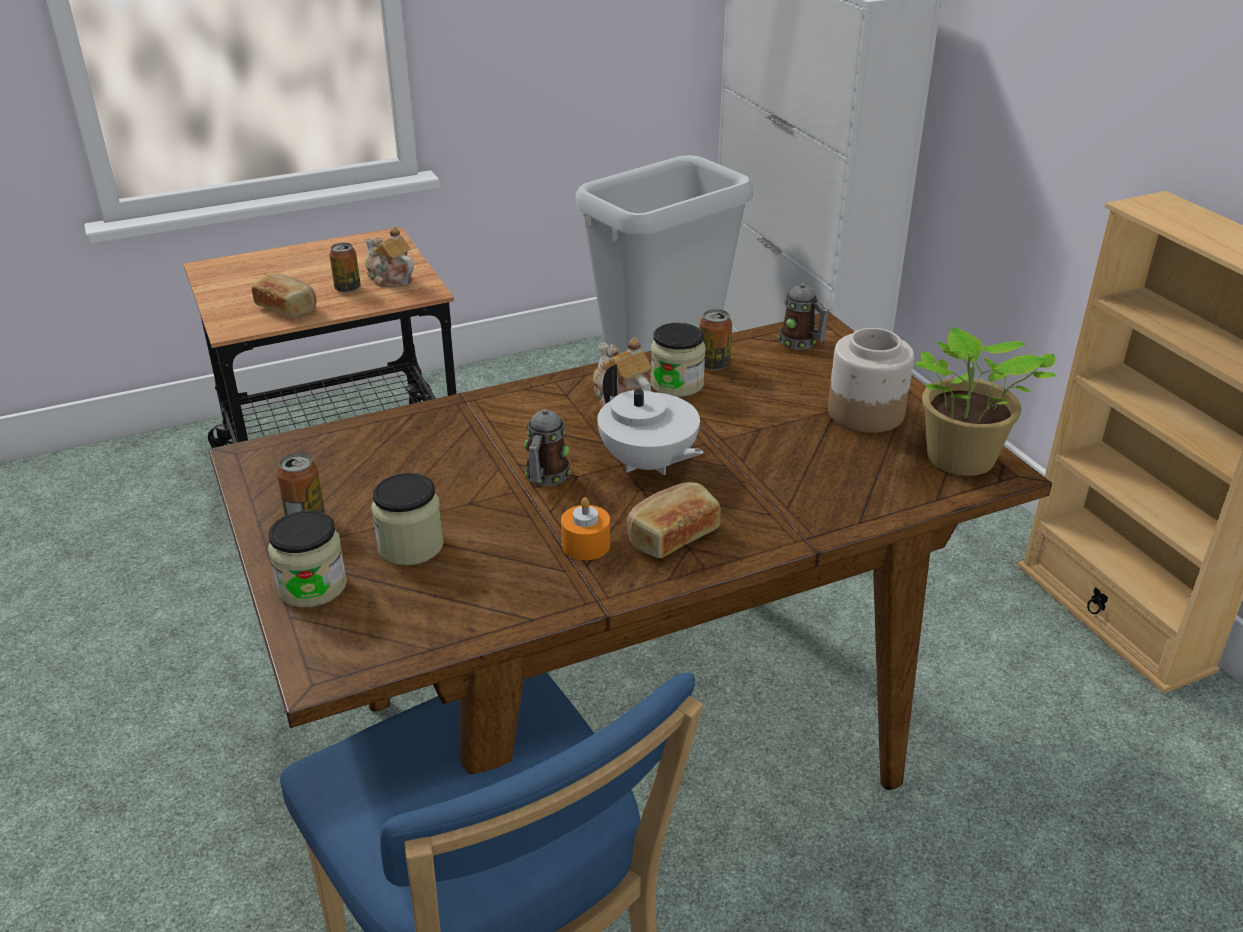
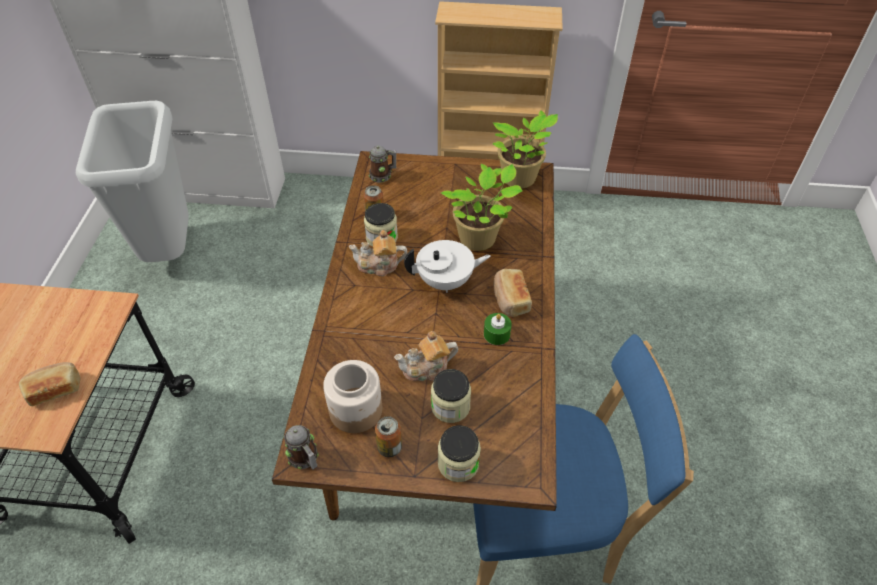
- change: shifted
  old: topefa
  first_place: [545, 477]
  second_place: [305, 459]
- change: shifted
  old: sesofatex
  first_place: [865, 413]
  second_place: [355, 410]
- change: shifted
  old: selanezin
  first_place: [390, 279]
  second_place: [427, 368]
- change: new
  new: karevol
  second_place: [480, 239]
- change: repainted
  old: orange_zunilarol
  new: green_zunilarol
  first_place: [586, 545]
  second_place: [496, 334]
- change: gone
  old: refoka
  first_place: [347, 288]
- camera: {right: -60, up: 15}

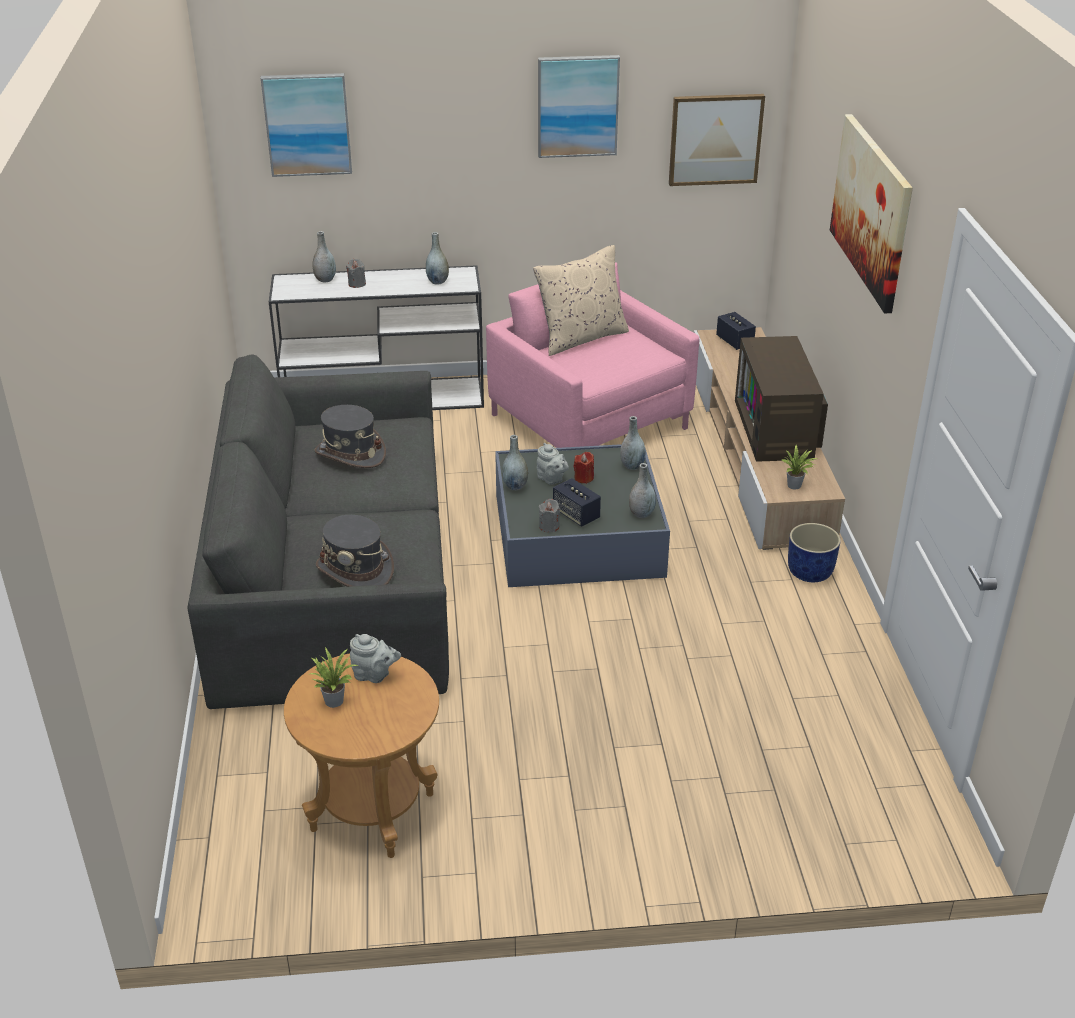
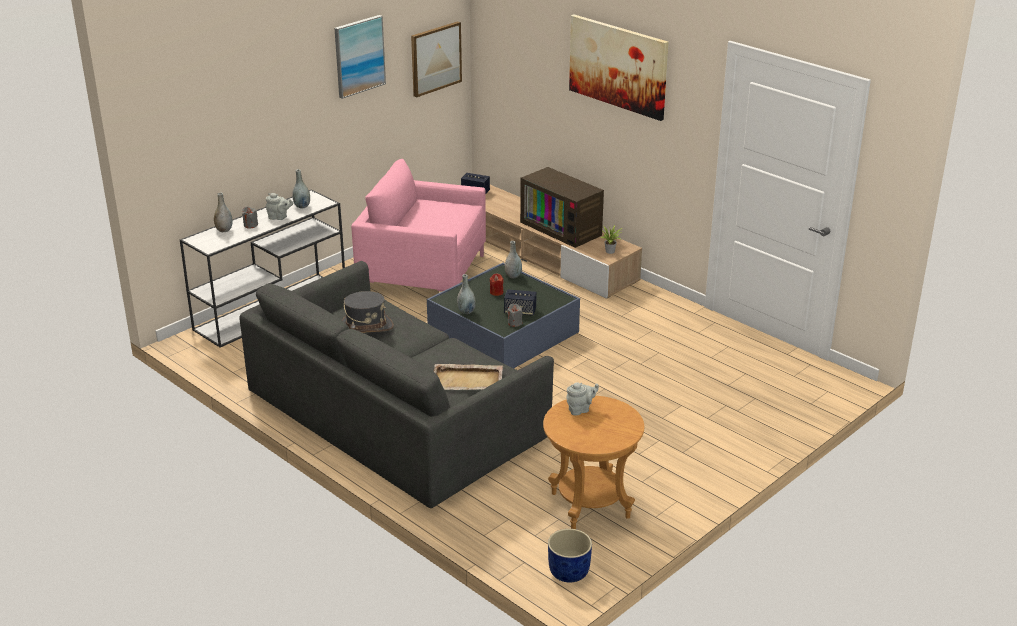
- change: shifted
  old: grey_selanezin
  first_place: [551, 479]
  second_place: [279, 217]
- change: swapped
  old: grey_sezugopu
  new: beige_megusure
  first_place: [355, 570]
  second_place: [468, 380]
- change: shifted
  old: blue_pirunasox
  first_place: [809, 571]
  second_place: [568, 572]
- change: gone
  old: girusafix
  first_place: [307, 124]
- change: gone
  old: karevol
  first_place: [334, 699]
- change: gone
  old: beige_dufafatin
  first_place: [581, 338]
- change: gone
  old: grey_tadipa
  first_place: [641, 514]
- camera: {right: -40, up: -5}

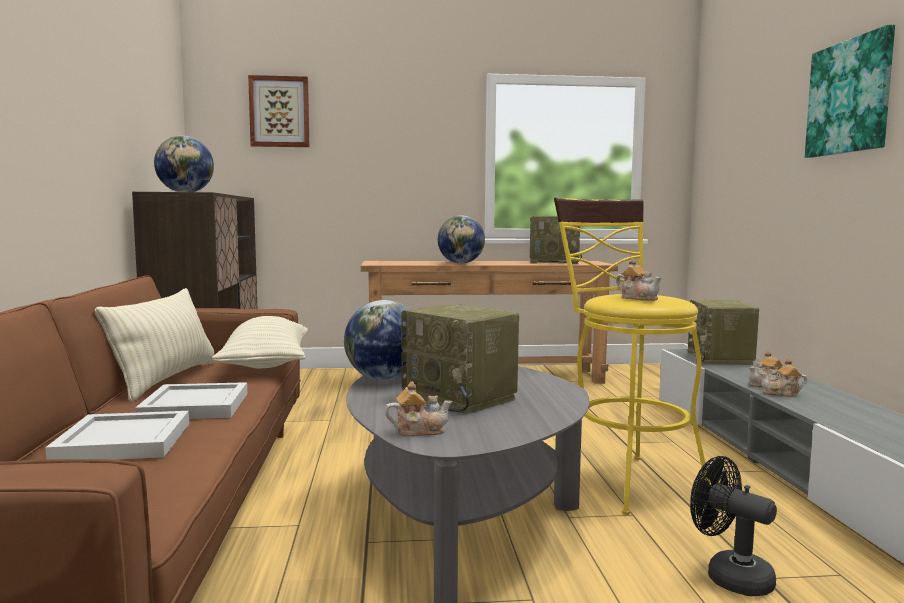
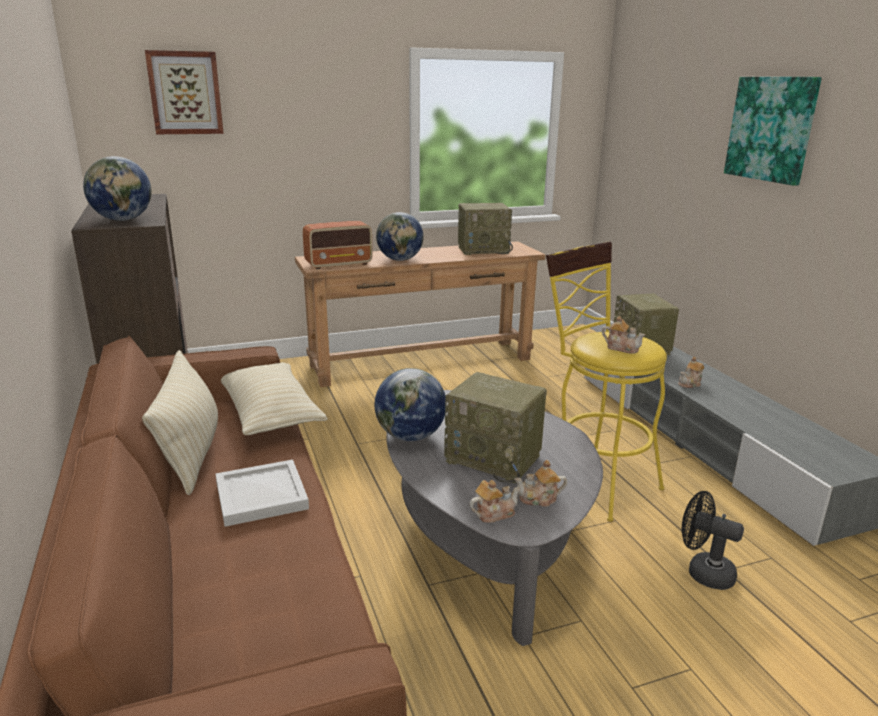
- change: new
  new: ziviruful
  second_place: [339, 264]
- change: shifted
  old: selanezin
  first_place: [782, 394]
  second_place: [539, 499]
- change: gone
  old: white_megusure
  first_place: [121, 442]
- camera: {right: -15, up: 15}

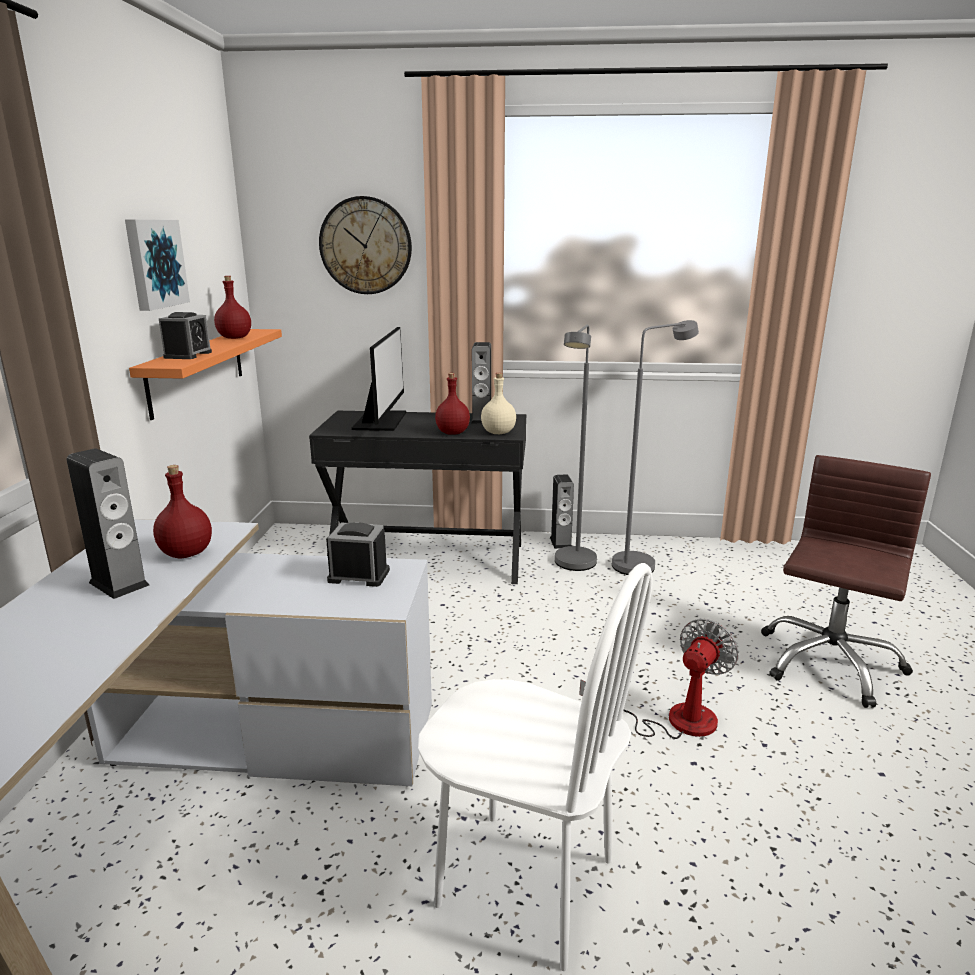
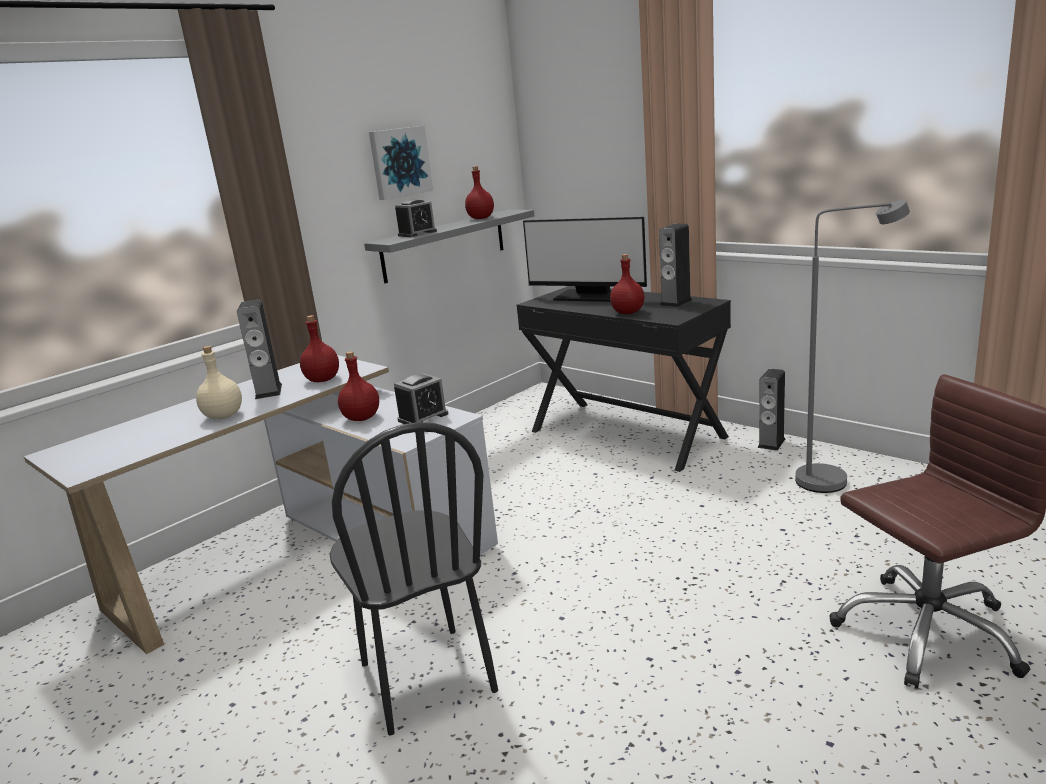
- change: shifted
  old: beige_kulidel
  first_place: [499, 432]
  second_place: [224, 416]
- change: repainted
  old: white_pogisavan
  new: black_pogisavan
  first_place: [525, 883]
  second_place: [426, 678]
- change: new
  new: red_kulidel
  second_place: [361, 418]
- change: repainted
  old: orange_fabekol
  new: grey_fabekol
  first_place: [197, 370]
  second_place: [444, 245]
- change: rotated
  old: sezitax
  first_place: [359, 575]
  second_place: [423, 417]
  degrees: 90
- change: rotated
  old: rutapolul
  first_place: [381, 420]
  second_place: [590, 296]
  degrees: 75
- change: gone
  old: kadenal
  first_place: [365, 246]
- change: gone
  old: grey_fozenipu
  first_place: [573, 566]
- change: gone
  old: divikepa
  first_place: [673, 720]
- camera: {right: 40, up: 0}

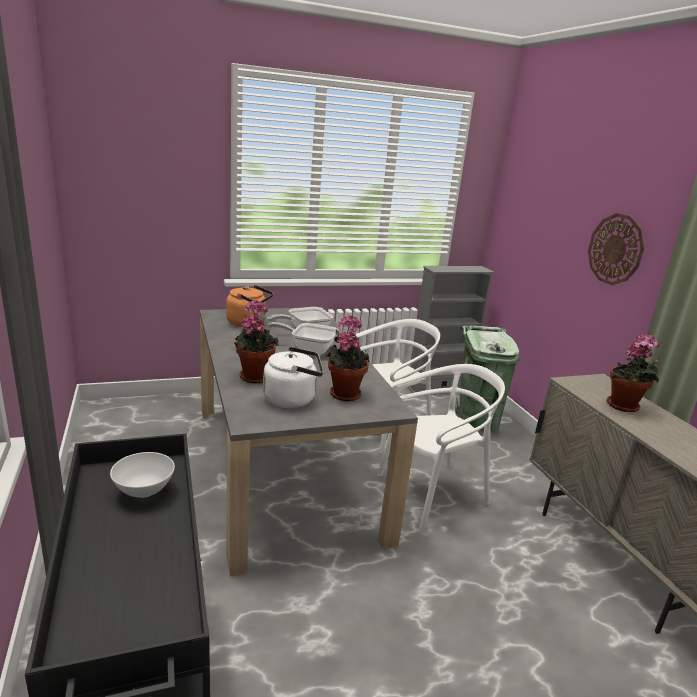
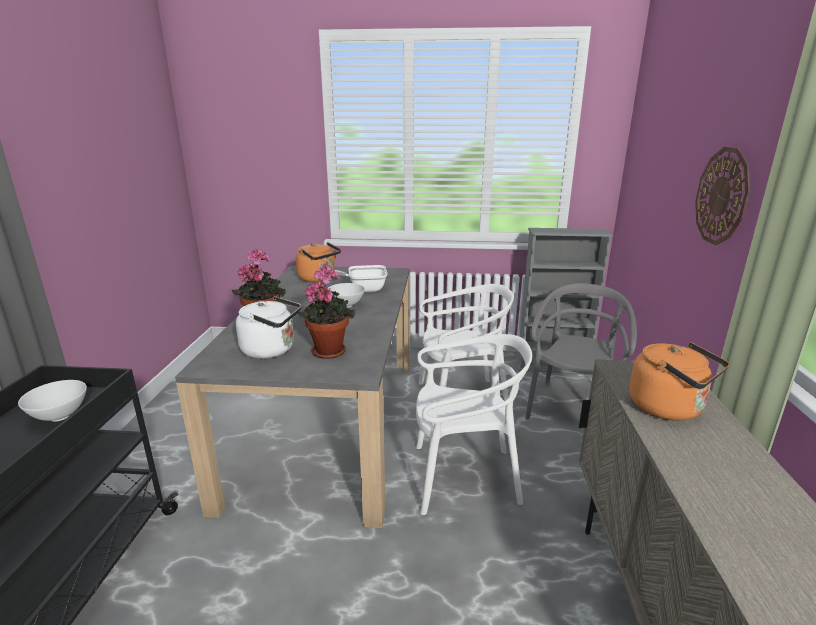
- change: swapped
  old: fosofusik
  new: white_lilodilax
  first_place: [309, 349]
  second_place: [346, 305]
- change: swapped
  old: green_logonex
  new: grey_pogisavan
  first_place: [475, 422]
  second_place: [572, 408]
- change: swapped
  old: karevol
  new: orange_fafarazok
  first_place: [624, 407]
  second_place: [669, 408]
- camera: {right: 25, up: 0}

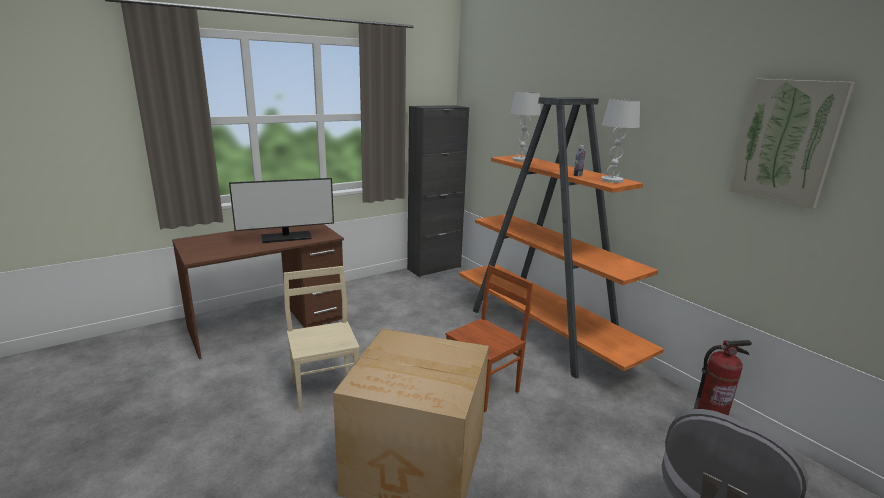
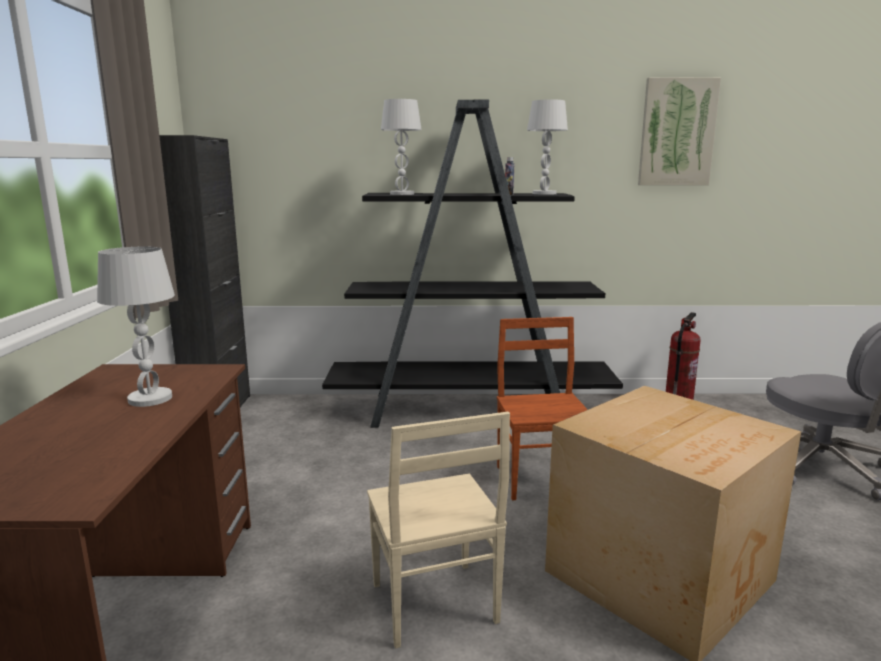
- change: swapped
  old: rutapolul
  new: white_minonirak
  first_place: [286, 237]
  second_place: [150, 398]
- change: repainted
  old: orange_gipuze
  new: black_gipuze
  first_place: [544, 333]
  second_place: [471, 410]
- change: rotated
  old: beige_pogisavan
  first_place: [326, 389]
  second_place: [433, 605]
  degrees: -120
- camera: {right: -55, up: -5}

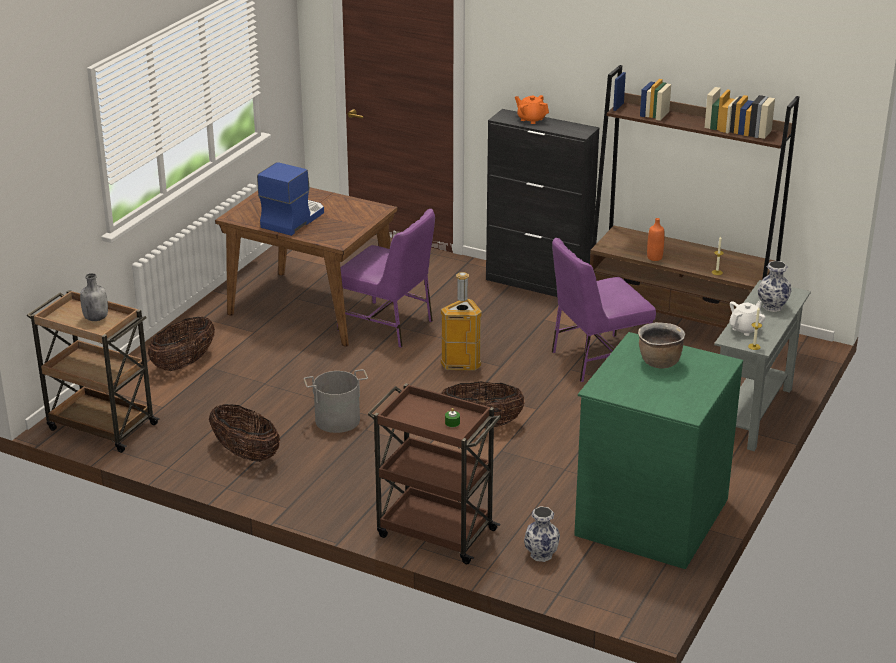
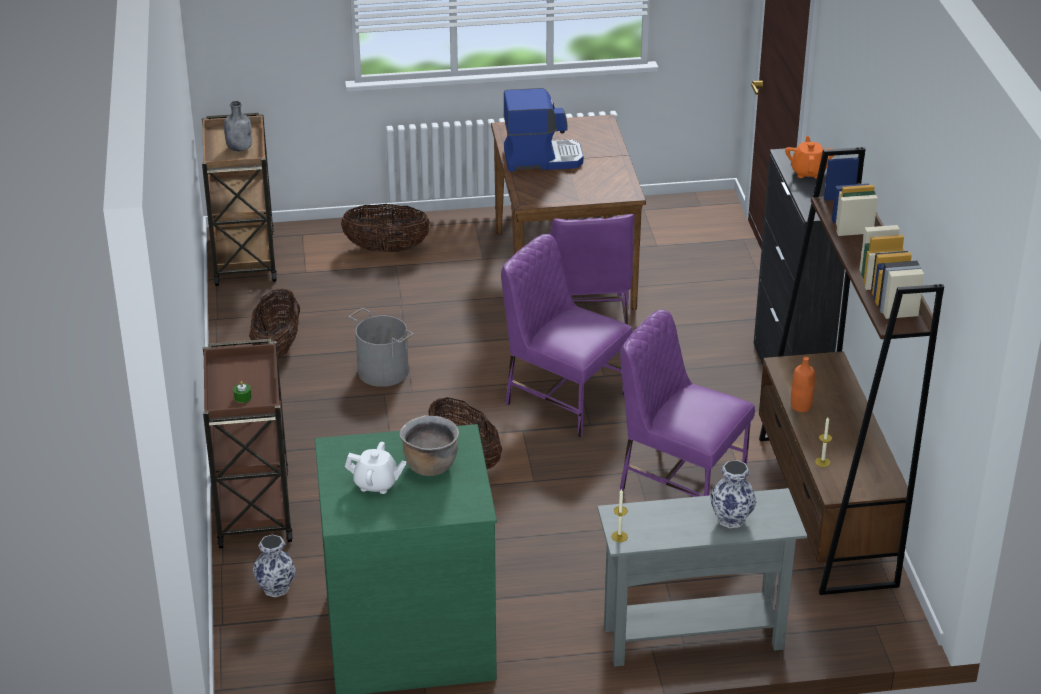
- change: shifted
  old: white_selanezin
  first_place: [745, 329]
  second_place: [376, 484]
- change: swapped
  old: logonex
  new: purple_pogisavan
  first_place: [460, 364]
  second_place: [563, 399]
- camera: {right: 55, up: 5}

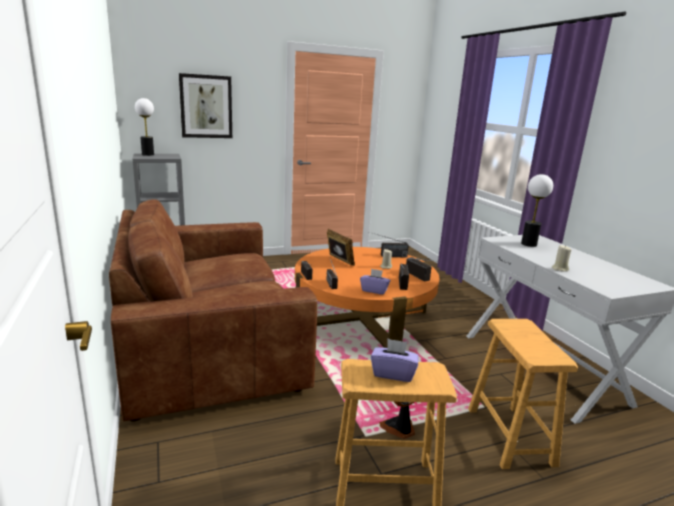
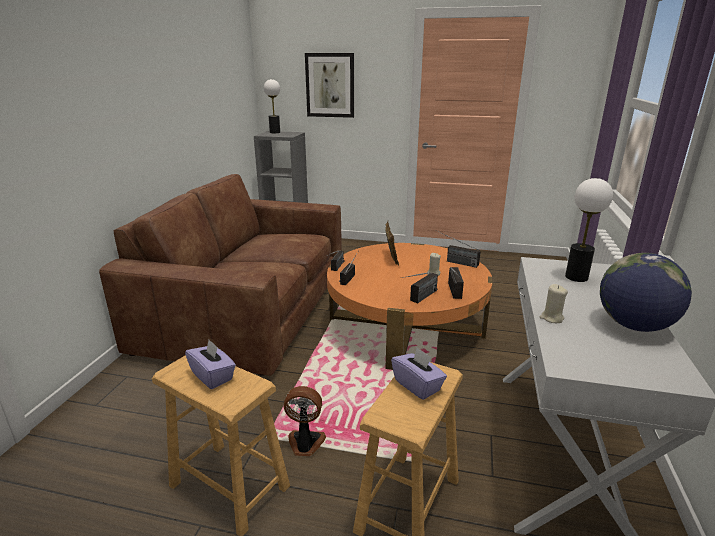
- change: shifted
  old: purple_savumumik
  first_place: [374, 290]
  second_place: [417, 385]
- change: new
  new: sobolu
  second_place: [634, 326]
- camera: {right: 35, up: 5}

